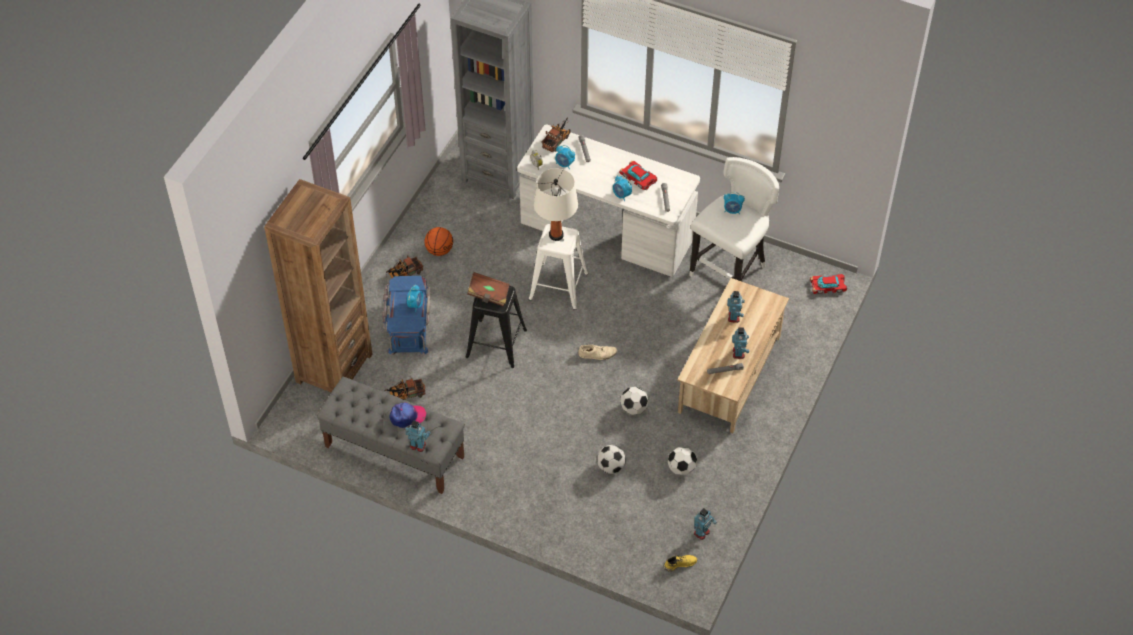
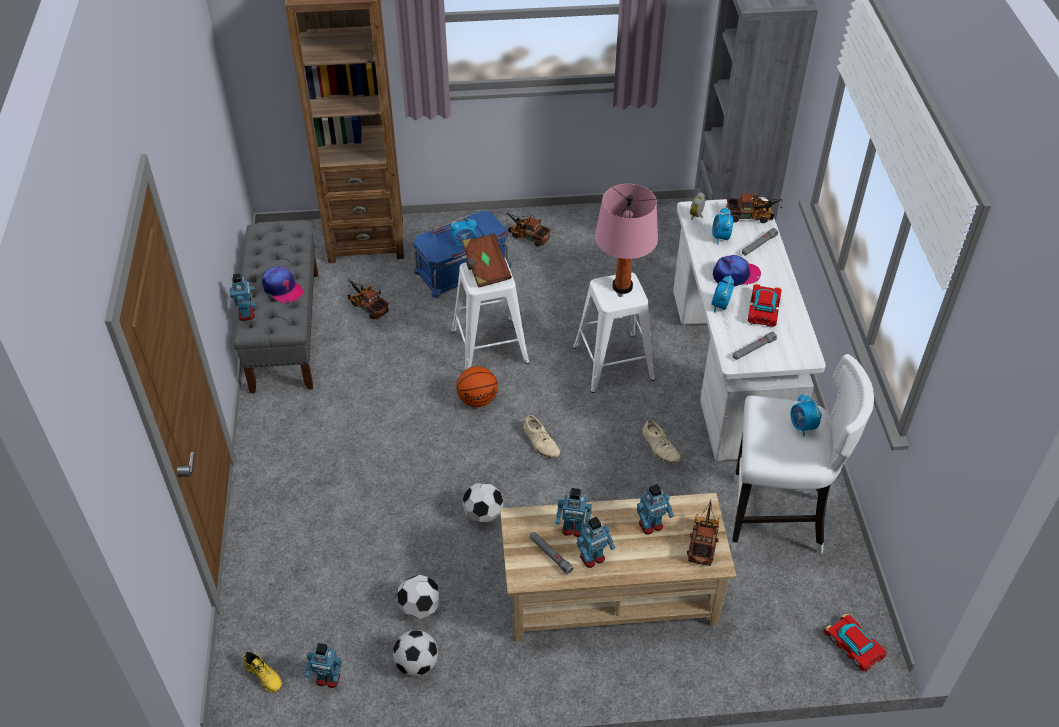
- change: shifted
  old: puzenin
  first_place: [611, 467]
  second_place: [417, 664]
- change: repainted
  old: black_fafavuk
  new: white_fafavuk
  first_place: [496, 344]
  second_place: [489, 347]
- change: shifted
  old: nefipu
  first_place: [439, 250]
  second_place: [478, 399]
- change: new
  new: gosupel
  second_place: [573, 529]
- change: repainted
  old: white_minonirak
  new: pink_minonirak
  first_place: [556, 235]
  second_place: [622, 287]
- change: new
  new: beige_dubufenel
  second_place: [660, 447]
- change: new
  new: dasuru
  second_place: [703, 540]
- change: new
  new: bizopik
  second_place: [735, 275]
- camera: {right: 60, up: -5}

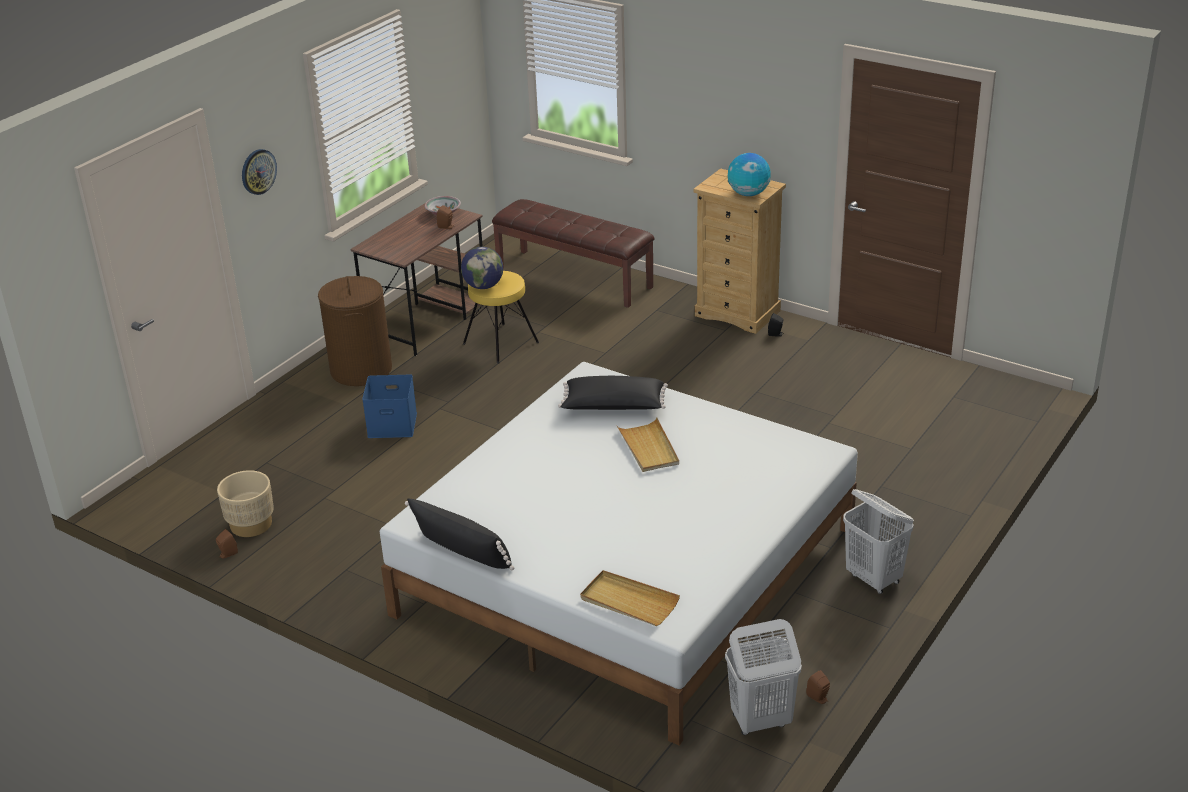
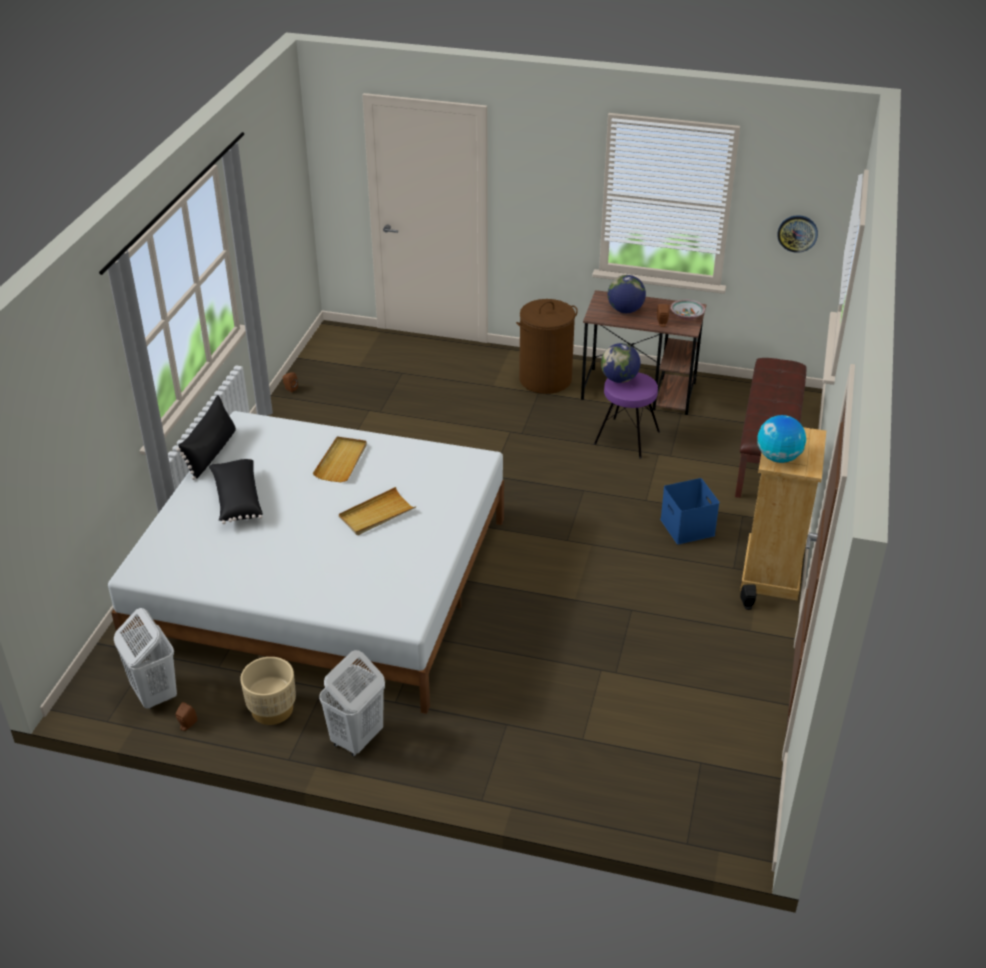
- change: shifted
  old: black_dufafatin
  first_place: [613, 407]
  second_place: [237, 500]
- change: shifted
  old: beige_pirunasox
  first_place: [251, 524]
  second_place: [272, 709]
- change: shifted
  old: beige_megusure
  first_place: [628, 601]
  second_place: [341, 461]
- change: repainted
  old: yellow_fafavuk
  new: purple_fafavuk
  first_place: [500, 343]
  second_place: [626, 438]
- change: new
  new: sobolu
  second_place: [625, 310]
- change: shifted
  old: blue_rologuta
  first_place: [393, 424]
  second_place: [688, 527]
- change: shifted
  old: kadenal
  first_place: [258, 171]
  second_place: [797, 233]
- camera: {right: 70, up: 5}

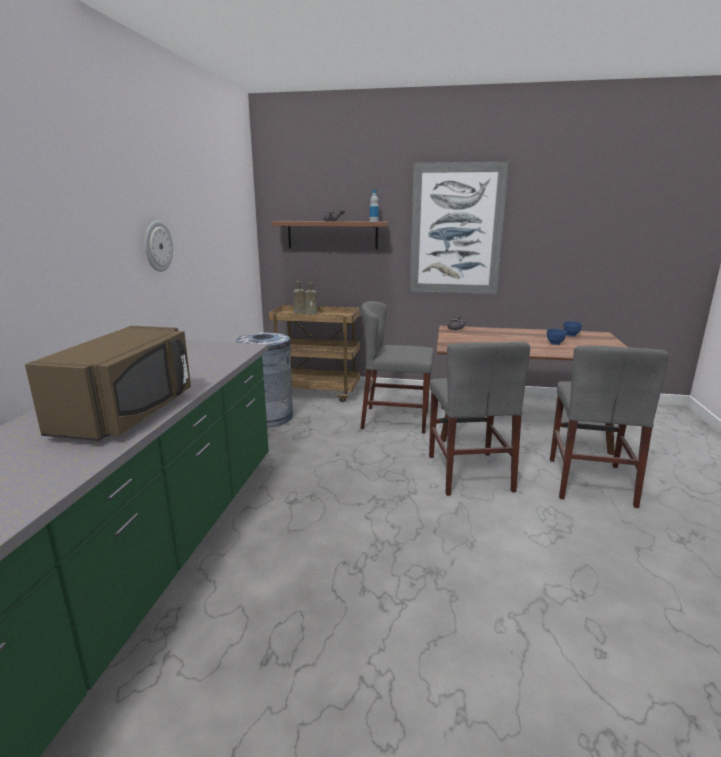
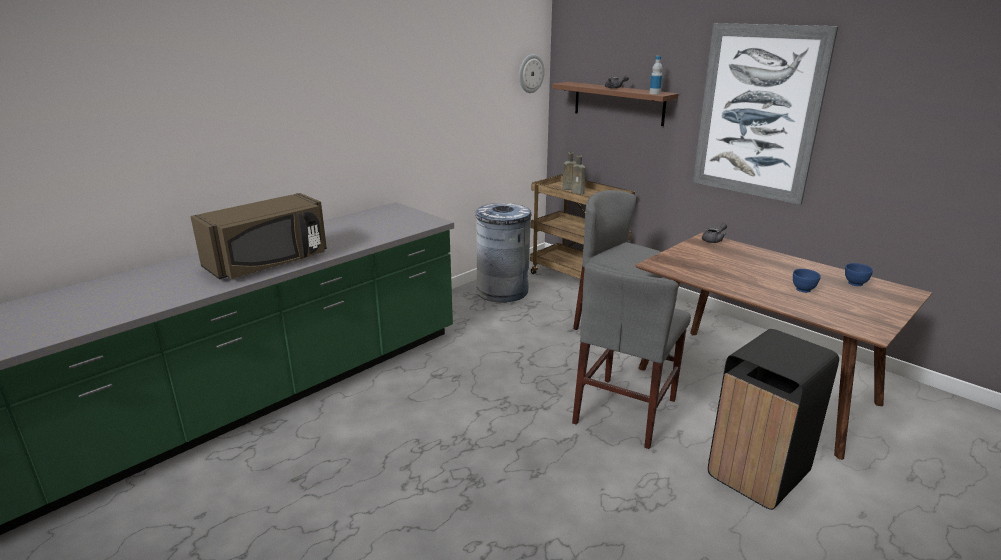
- change: shifted
  old: kadenal
  first_place: [157, 246]
  second_place: [530, 73]
- change: swapped
  old: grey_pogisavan
  new: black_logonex
  first_place: [589, 481]
  second_place: [756, 474]
- camera: {right: 35, up: 5}

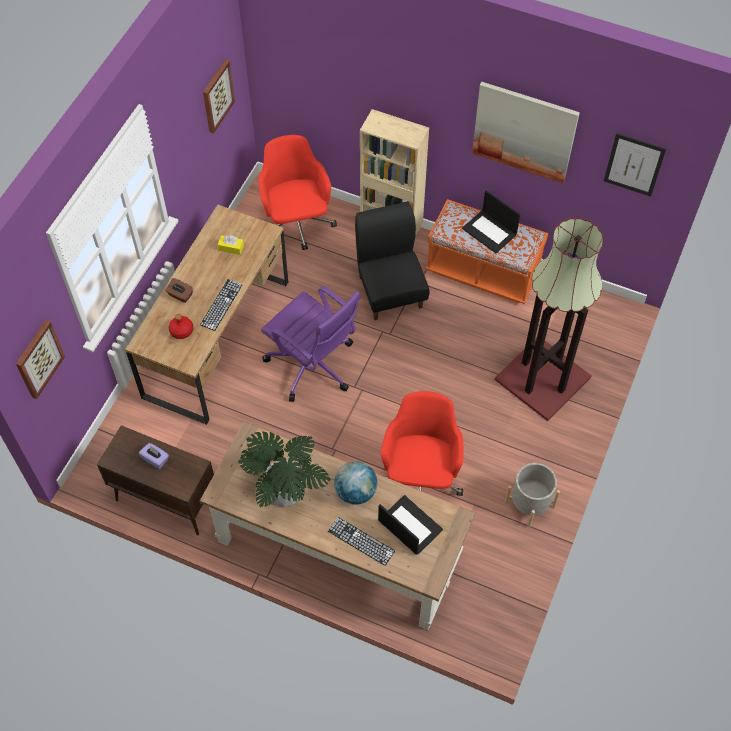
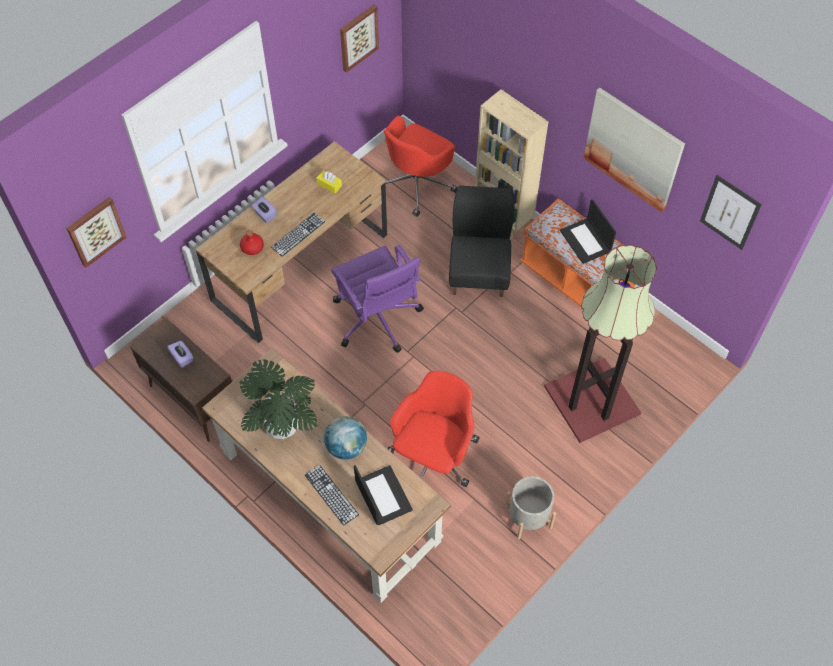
- change: repainted
  old: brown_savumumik
  new: purple_savumumik
  first_place: [180, 295]
  second_place: [265, 215]
- change: rotated
  old: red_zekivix
  first_place: [296, 224]
  second_place: [417, 183]
  degrees: -150
- camera: {right: 20, up: 0}

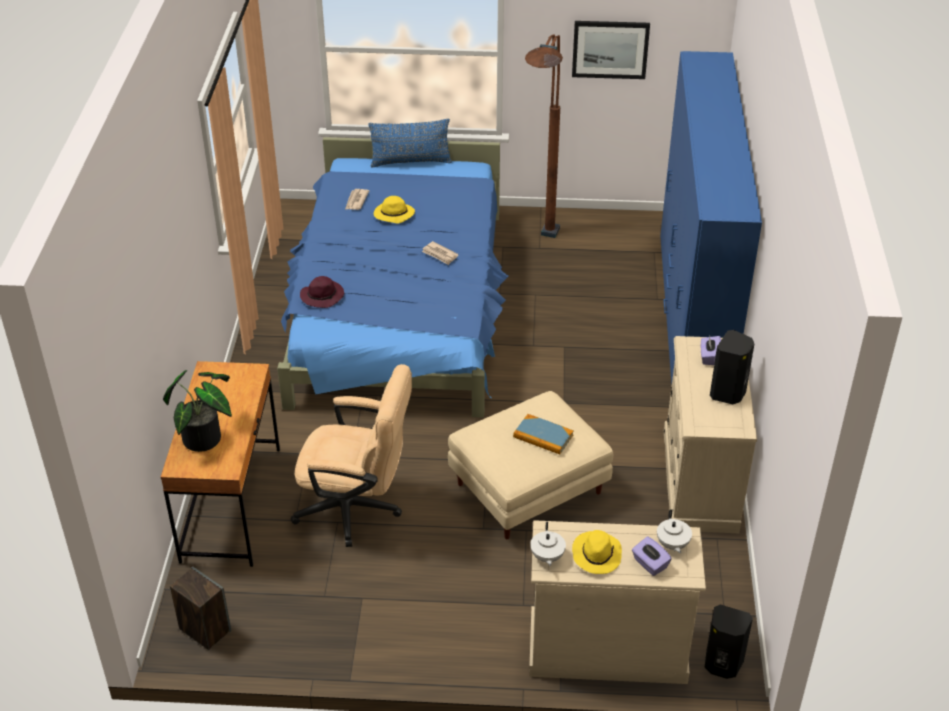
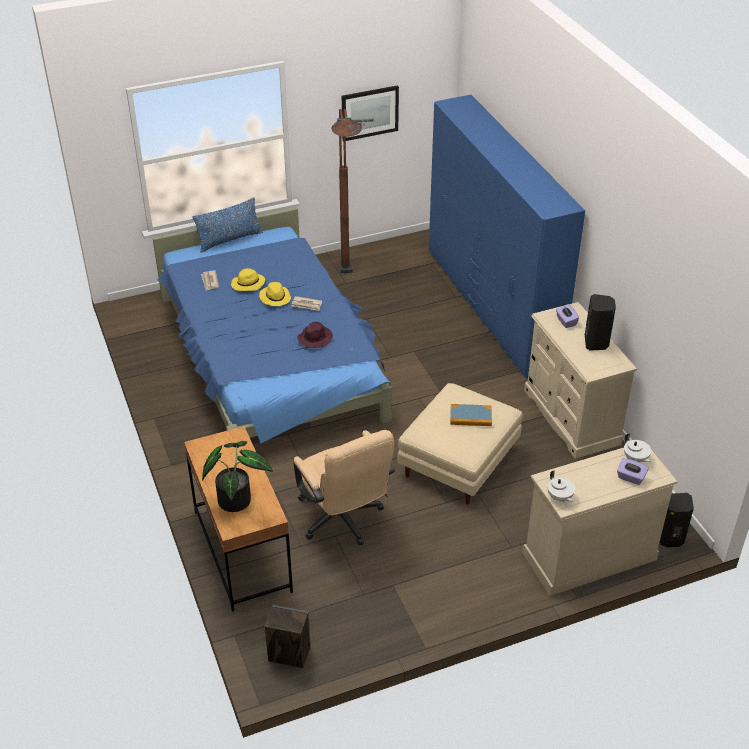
- change: shifted
  old: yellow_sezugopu
  first_place: [596, 554]
  second_place: [275, 298]
- change: rotated
  old: beige_zekivix
  first_place: [357, 509]
  second_place: [343, 521]
  degrees: 75
- change: shifted
  old: purple_sezugopu
  first_place: [323, 296]
  second_place: [315, 338]
- camera: {right: -25, up: 0}

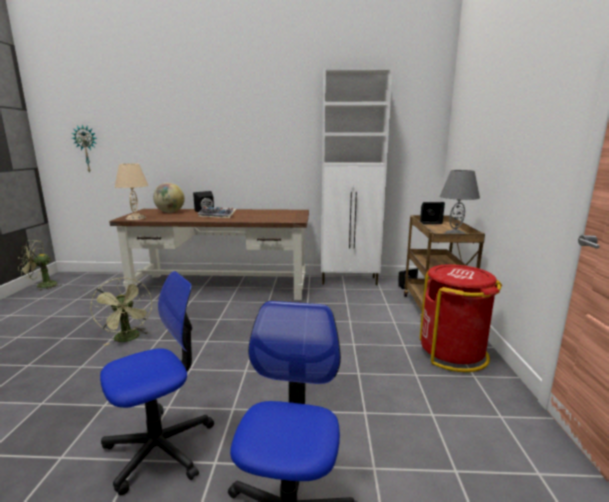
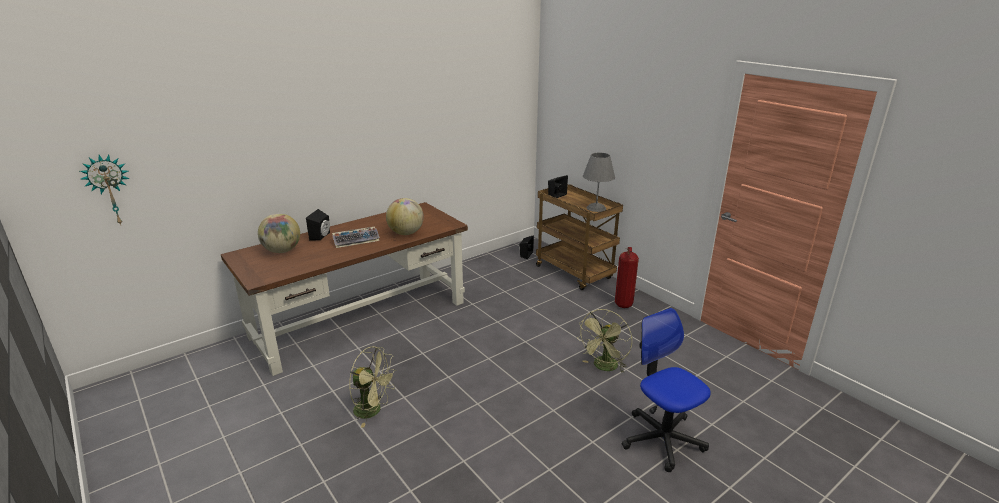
- change: new
  new: sobolu
  second_place: [406, 233]
- change: shifted
  old: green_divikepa
  first_place: [42, 285]
  second_place: [604, 367]
- change: swapped
  old: red_logonex
  new: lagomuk
  first_place: [452, 353]
  second_place: [623, 304]
- change: gone
  old: zekivix
  first_place: [160, 448]
- change: gone
  old: beige_minonirak
  first_place: [136, 218]
- change: gone
  old: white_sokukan
  first_place: [350, 280]
- camera: {right: -40, up: 10}

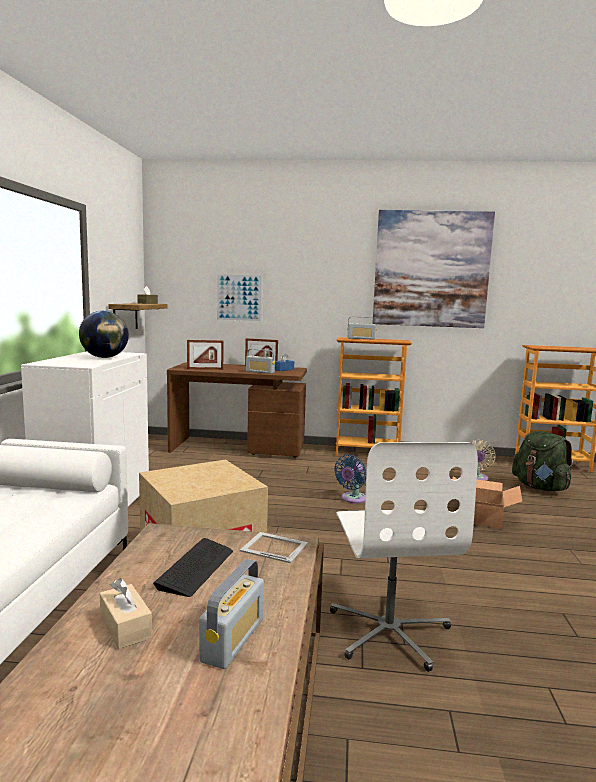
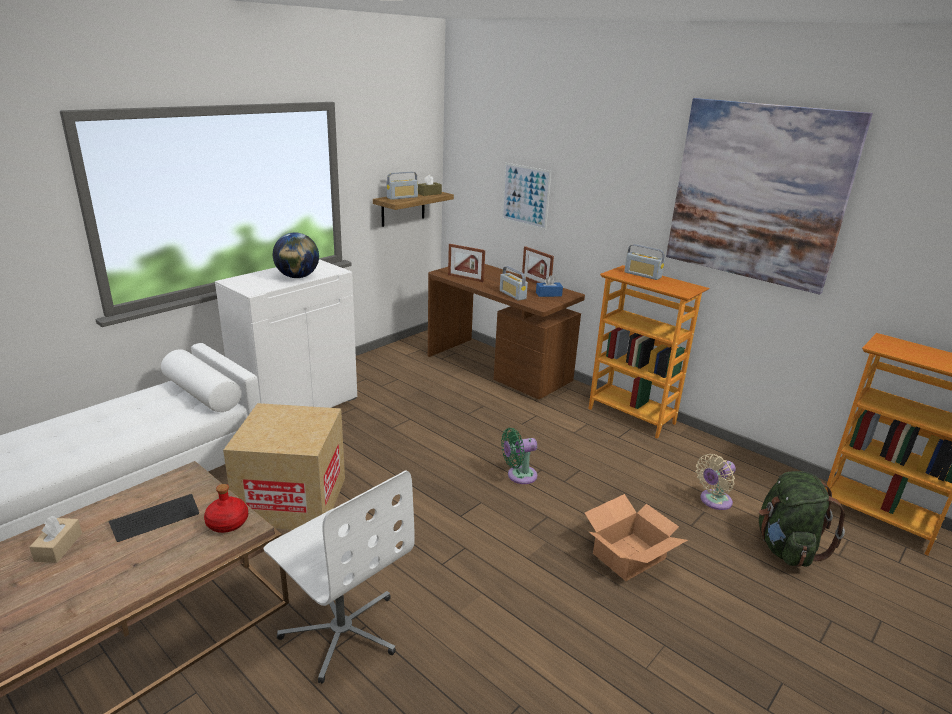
- change: swapped
  old: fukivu
  new: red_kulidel
  first_place: [274, 547]
  second_place: [228, 522]
- change: rotated
  old: white_zekivix
  first_place: [389, 631]
  second_place: [342, 630]
  degrees: -75
- change: shifted
  old: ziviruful
  first_place: [233, 639]
  second_place: [402, 197]
- change: repainted
  old: blue_divikepa
  new: green_divikepa
  first_place: [352, 499]
  second_place: [519, 475]
- camera: {right: 35, up: 15}

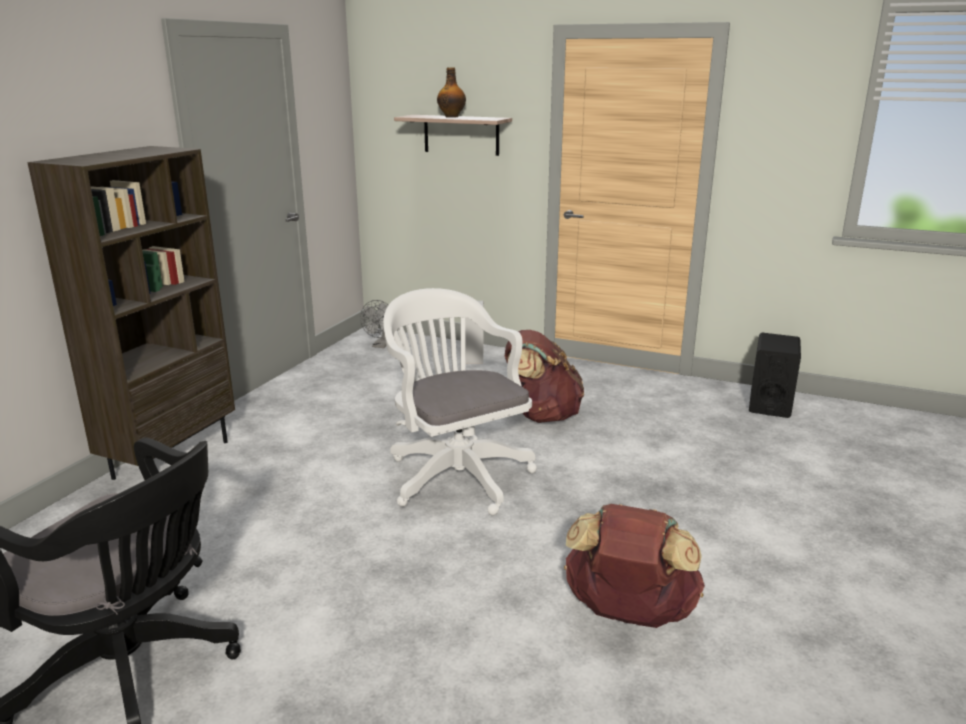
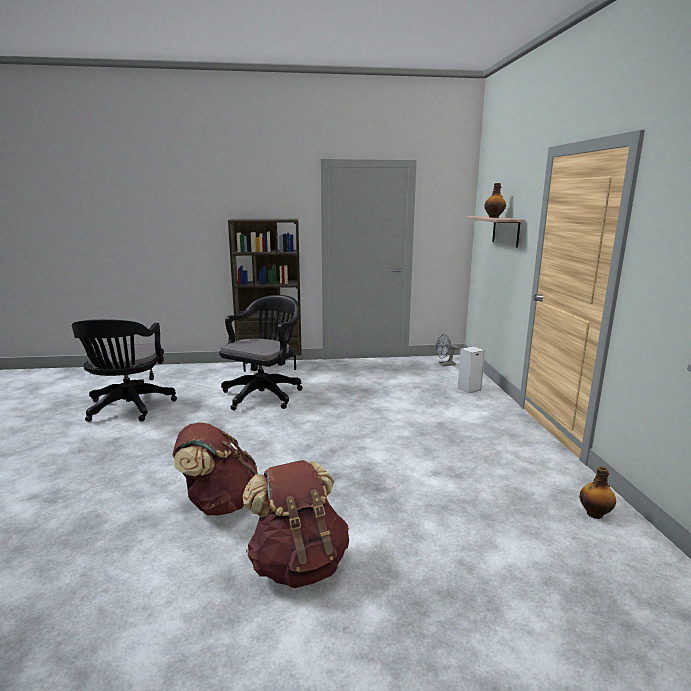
- change: new
  new: black_zekivix
  second_place: [264, 394]
- change: shifted
  old: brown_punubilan
  first_place: [541, 415]
  second_place: [298, 564]
- change: swapped
  old: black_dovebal
  new: kulidel
  first_place: [769, 404]
  second_place: [595, 514]
- change: gone
  old: white_zekivix
  first_place: [455, 474]
- camera: {right: 60, up: -5}

